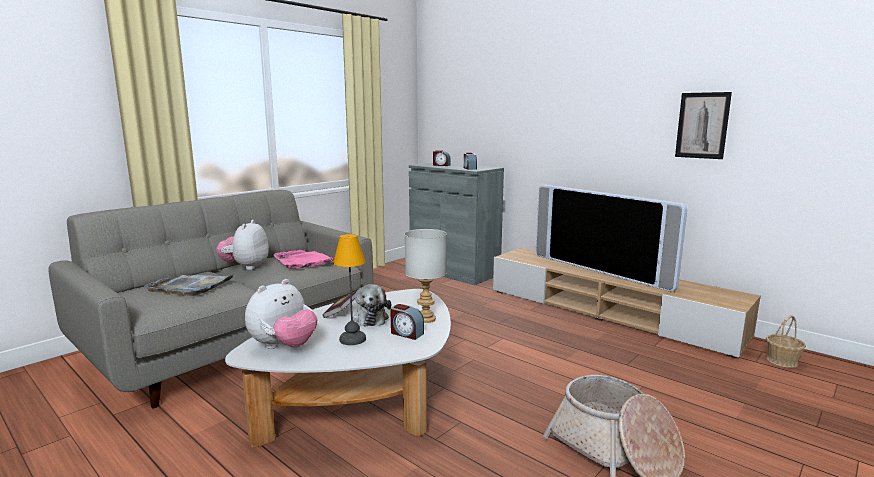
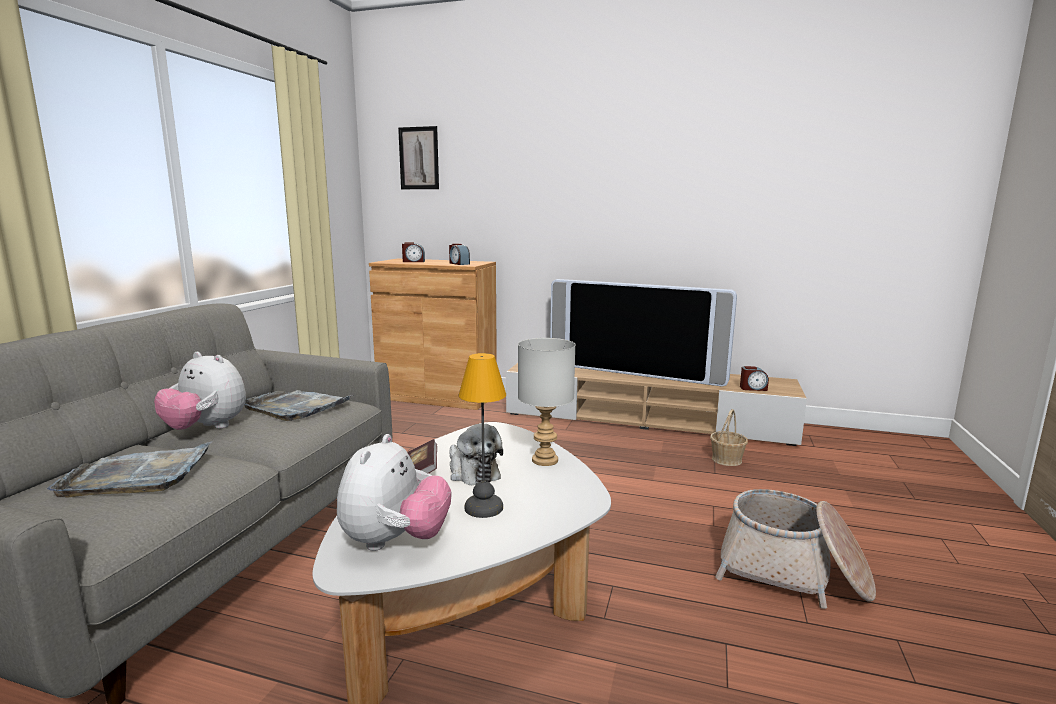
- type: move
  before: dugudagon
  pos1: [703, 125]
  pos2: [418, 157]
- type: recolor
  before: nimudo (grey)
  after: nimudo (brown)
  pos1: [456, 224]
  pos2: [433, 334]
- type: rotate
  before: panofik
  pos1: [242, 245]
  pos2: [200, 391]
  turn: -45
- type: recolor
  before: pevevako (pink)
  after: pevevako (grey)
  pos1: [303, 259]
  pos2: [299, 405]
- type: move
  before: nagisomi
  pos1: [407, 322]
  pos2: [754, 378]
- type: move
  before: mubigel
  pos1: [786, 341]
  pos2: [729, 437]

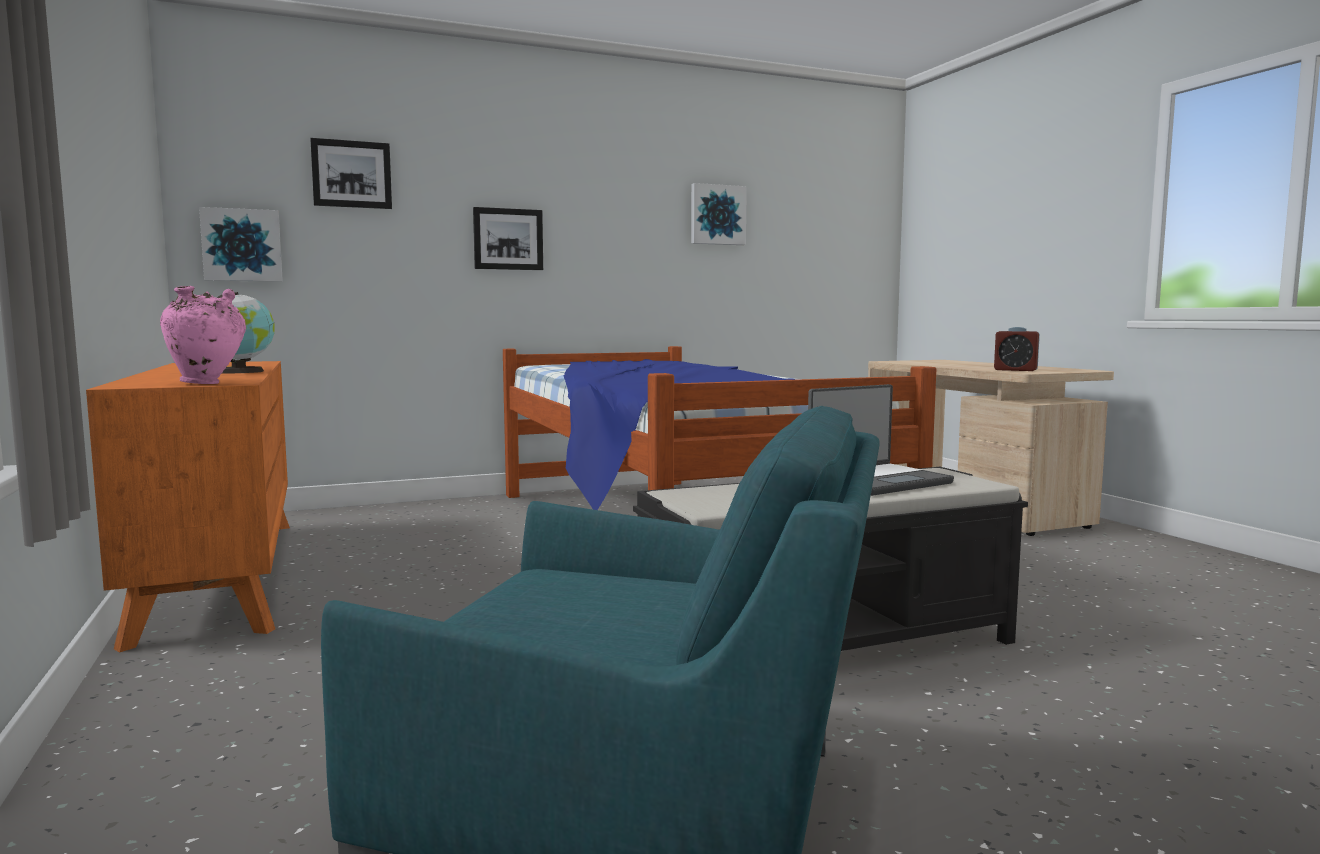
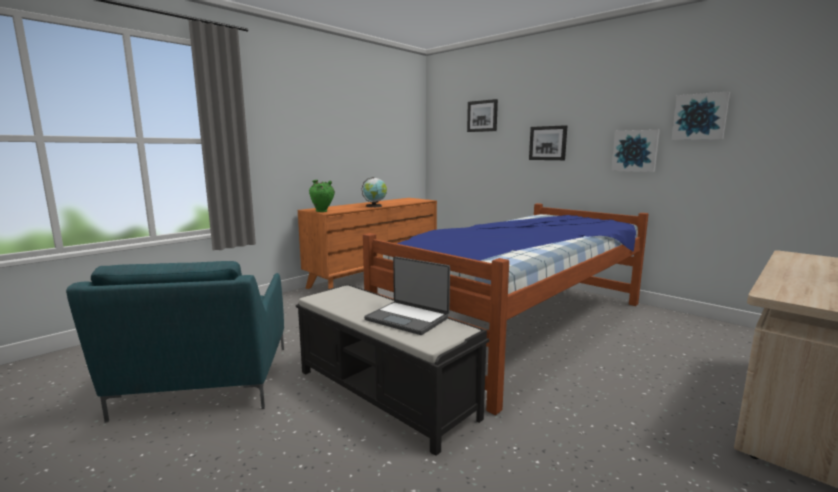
- type: move
  before: dugudagon
  pos1: [241, 244]
  pos2: [635, 151]
- type: recolor
  before: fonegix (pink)
  after: fonegix (green)
  pos1: [203, 335]
  pos2: [322, 196]
- type: delete
  before: nagisomi
  pos1: [1017, 349]

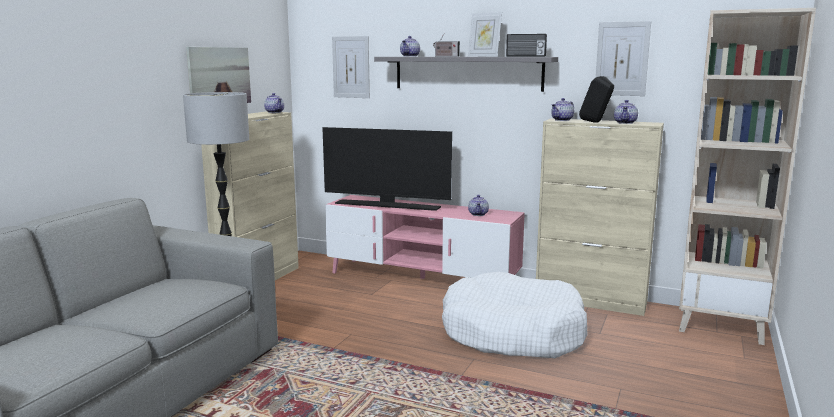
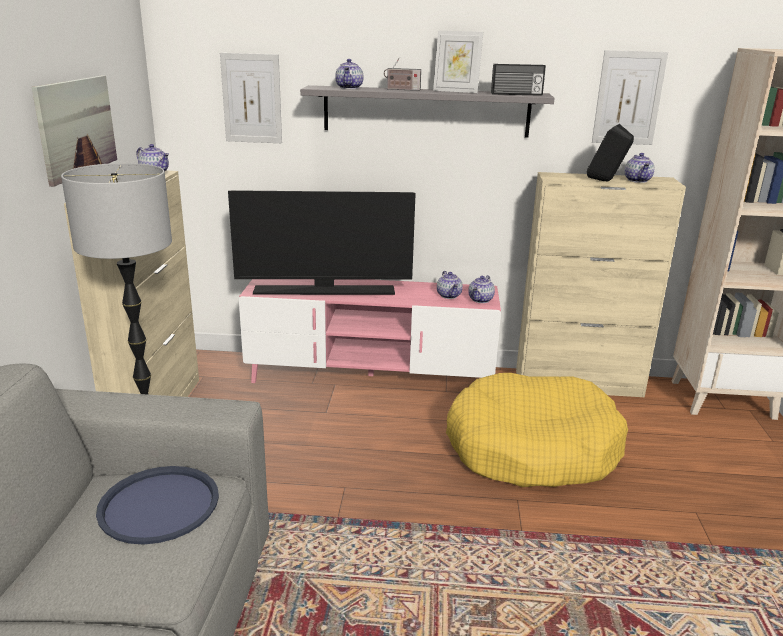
- type: move
  before: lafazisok
  pos1: [562, 109]
  pos2: [481, 289]
- type: recolor
  before: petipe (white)
  after: petipe (yellow)
  pos1: [514, 315]
  pos2: [537, 430]
- type: insert
  after: pevevako (blue)
  pos2: [157, 505]

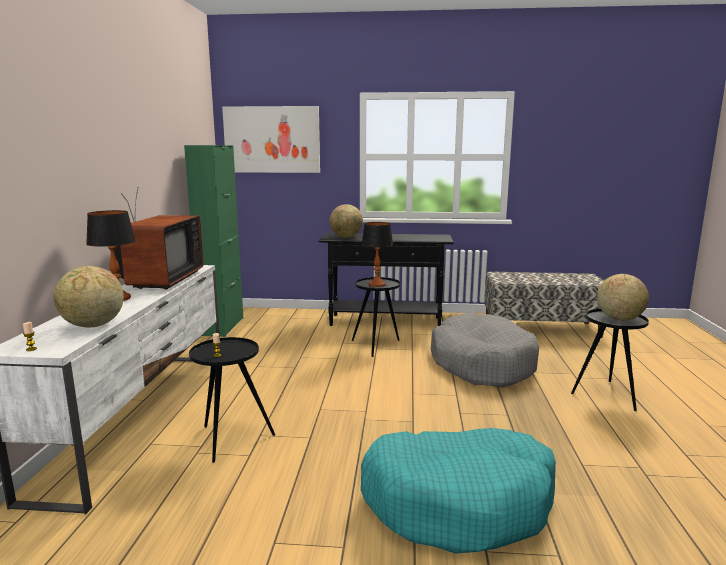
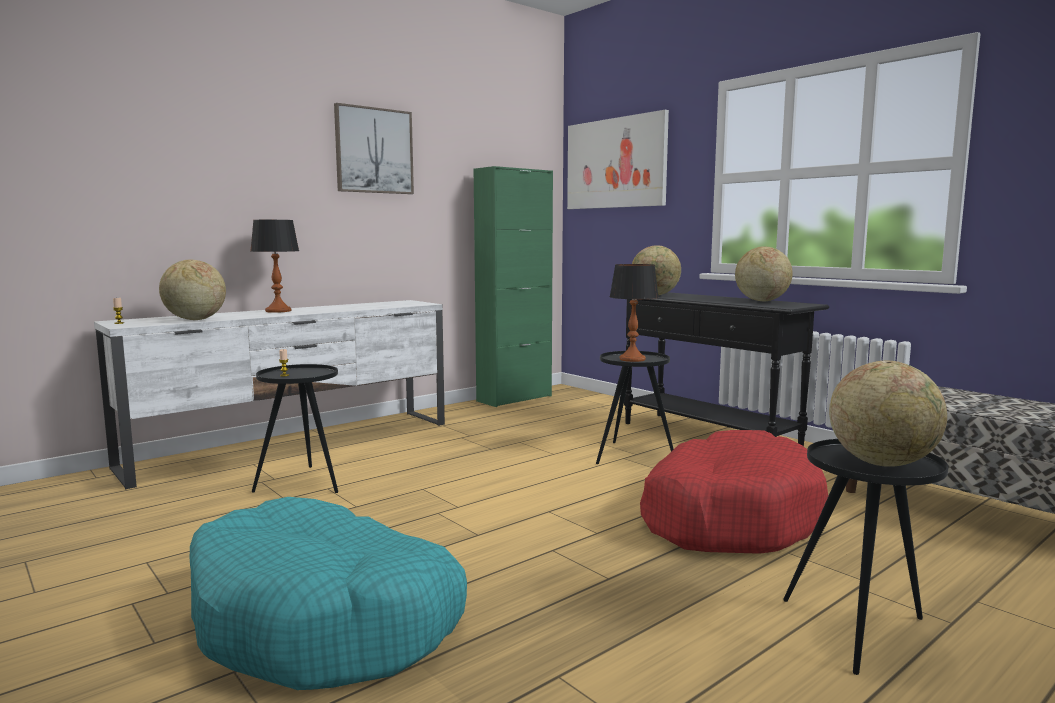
- type: delete
  before: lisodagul
  pos1: [159, 238]
- type: recolor
  before: petipe (grey)
  after: petipe (red)
  pos1: [485, 350]
  pos2: [734, 492]
- type: insert
  after: dugudagon
  pos2: [374, 148]
- type: insert
  after: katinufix
  pos2: [764, 273]

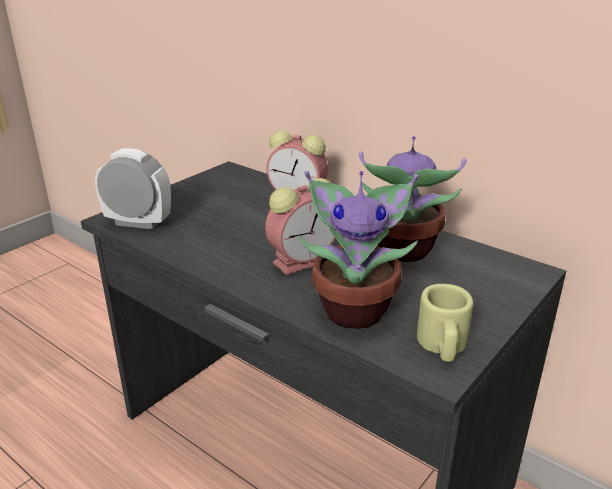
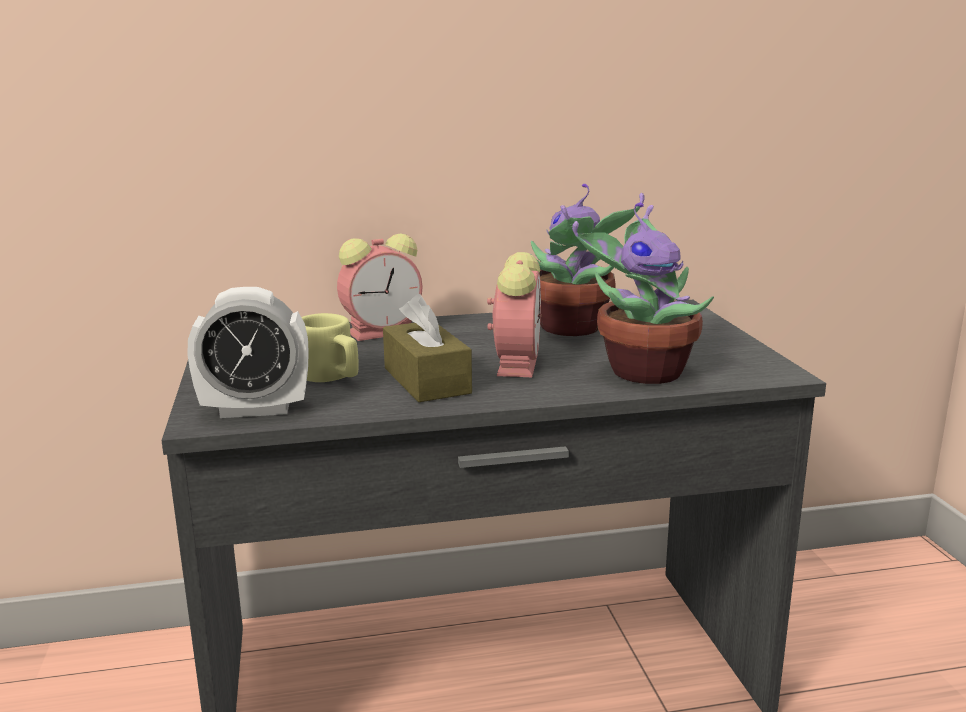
- type: rotate
  before: nagisomi
  pos1: [133, 188]
  pos2: [248, 352]
  turn: -150
- type: move
  before: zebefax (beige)
  pos1: [445, 323]
  pos2: [330, 347]
- type: insert
  after: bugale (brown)
  pos2: [427, 348]

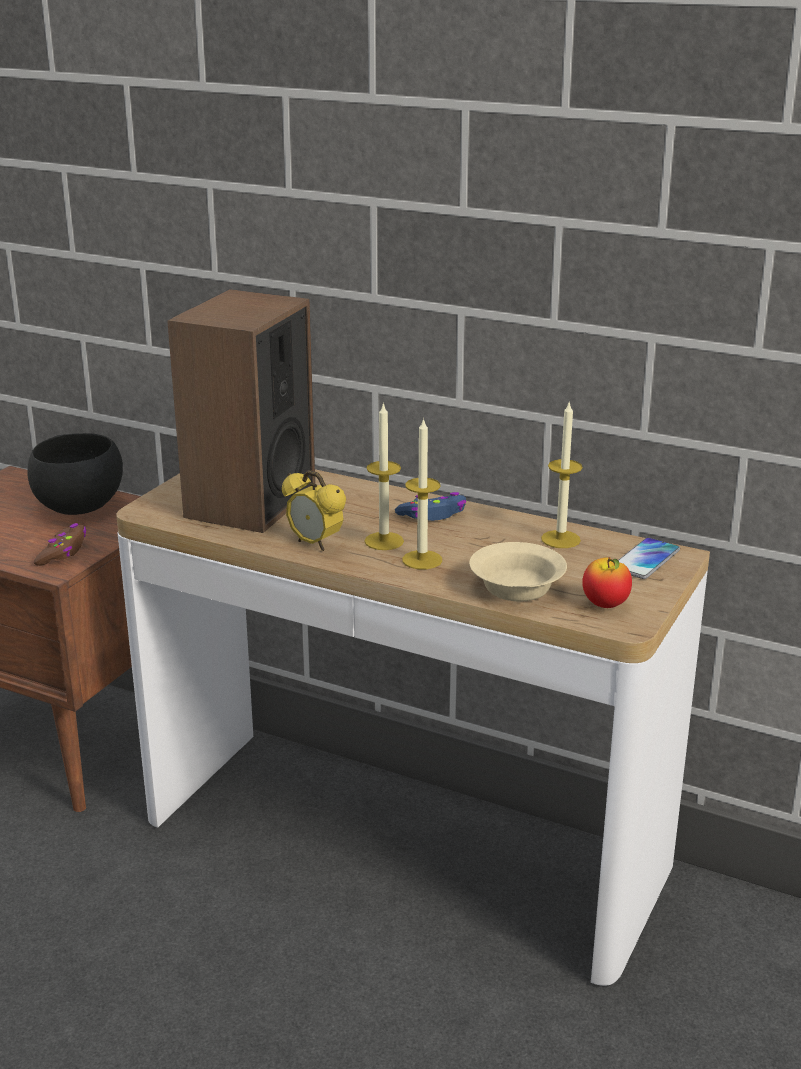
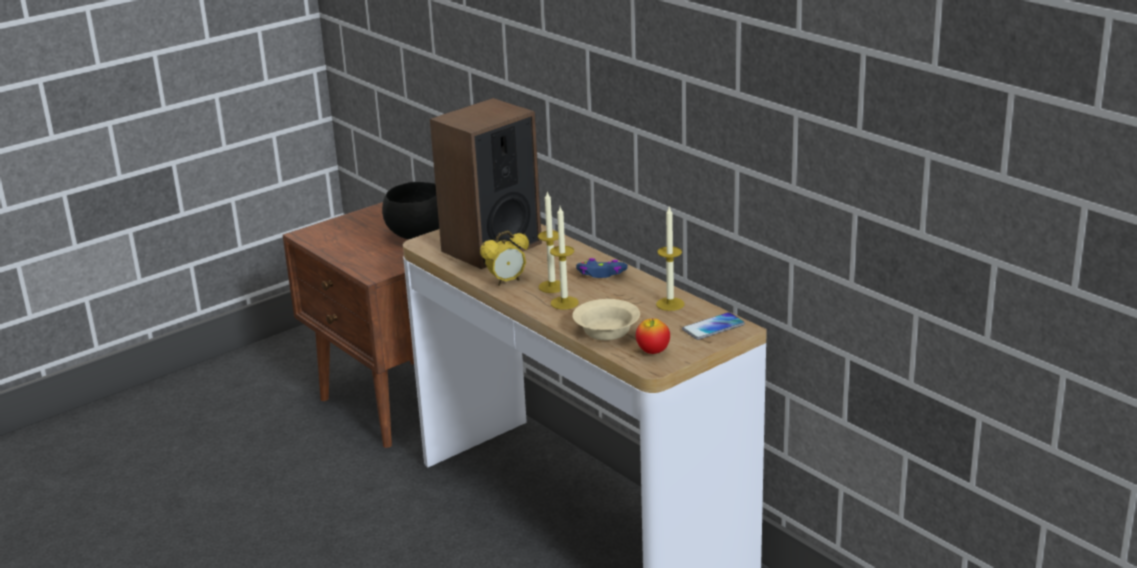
- type: rotate
  before: nagisomi
  pos1: [314, 510]
  pos2: [504, 258]
  turn: -90
- type: delete
  before: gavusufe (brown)
  pos1: [60, 544]

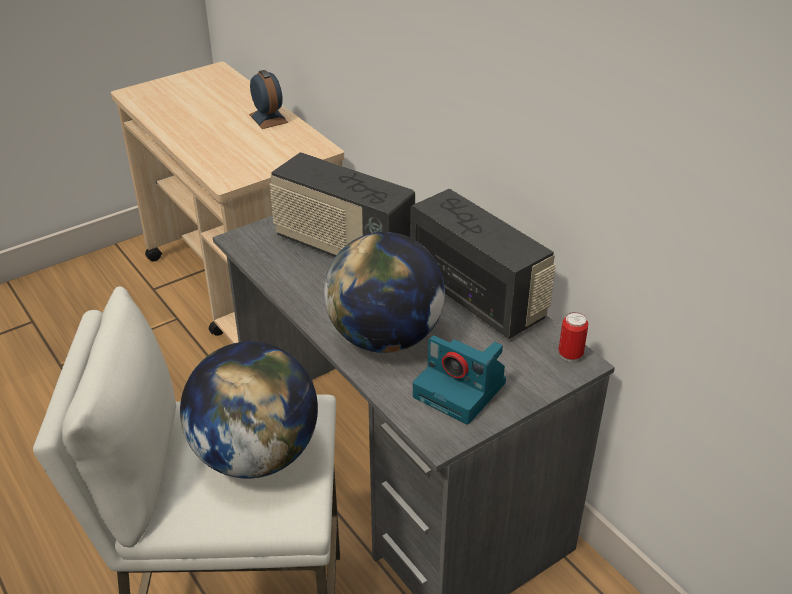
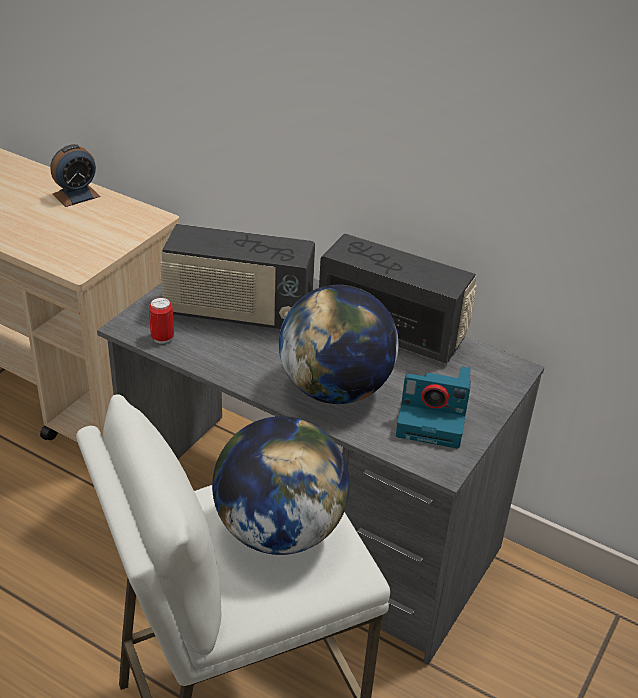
- type: rotate
  before: nagisomi
  pos1: [268, 99]
  pos2: [75, 175]
  turn: 105
- type: move
  before: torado
  pos1: [573, 337]
  pos2: [161, 320]

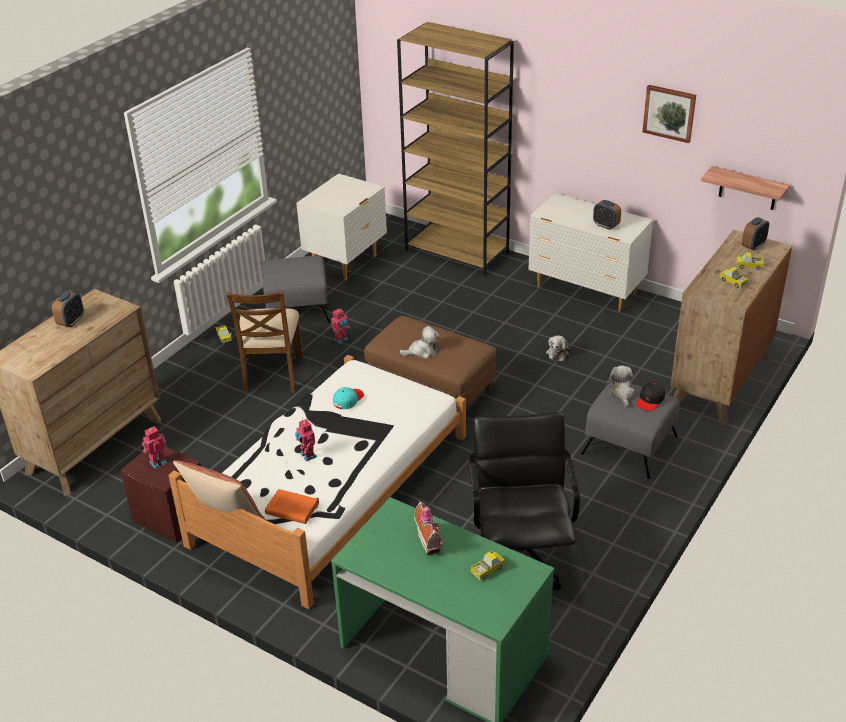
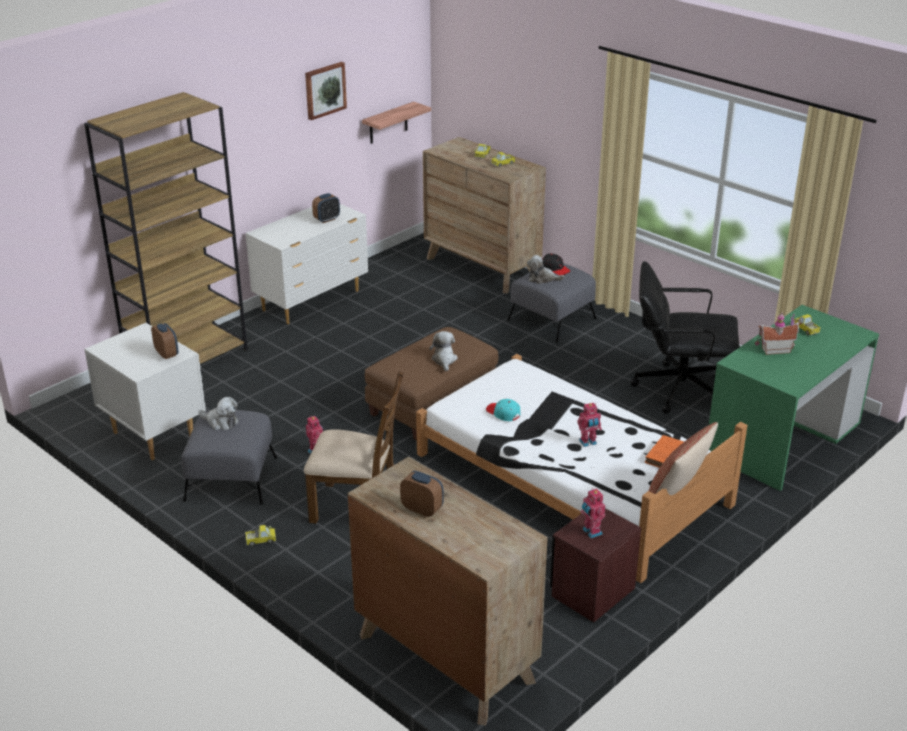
- type: move
  before: nagisomi
  pos1: [755, 234]
  pos2: [165, 341]
- type: move
  before: panofik
  pos1: [558, 348]
  pos2: [218, 413]

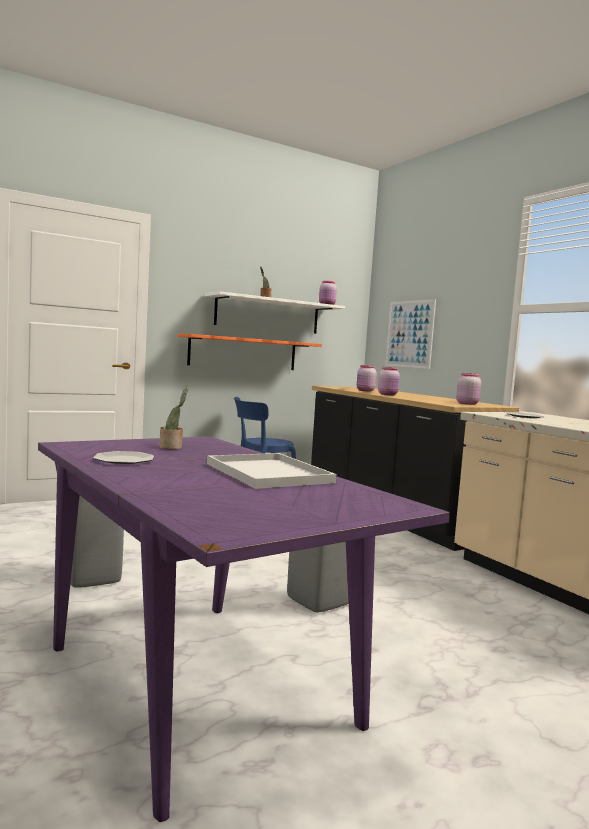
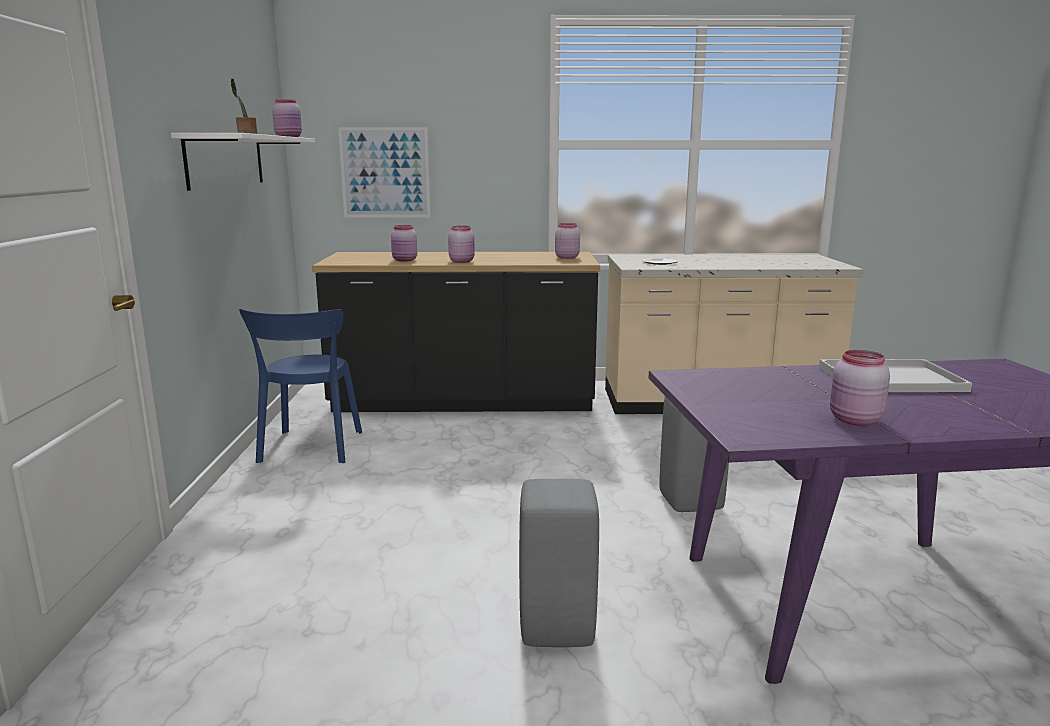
- type: delete
  before: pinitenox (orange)
  pos1: [250, 352]
- type: delete
  before: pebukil
  pos1: [173, 417]
- type: replace
  before: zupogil
  after: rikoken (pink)
  pos1: [123, 457]
  pos2: [860, 388]

